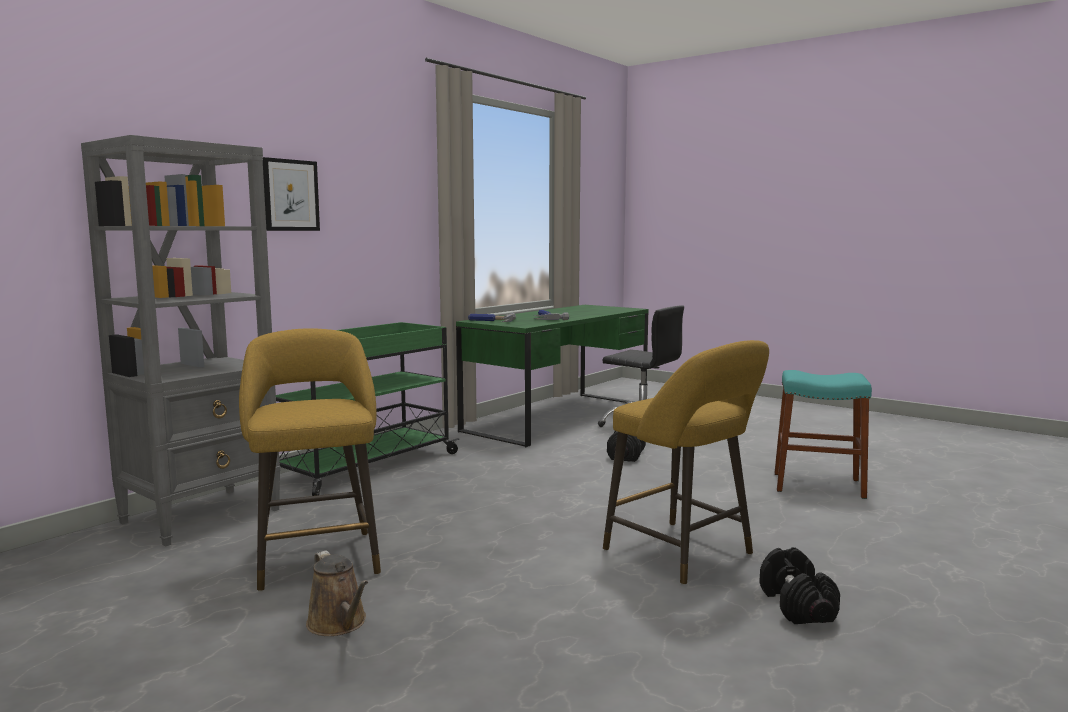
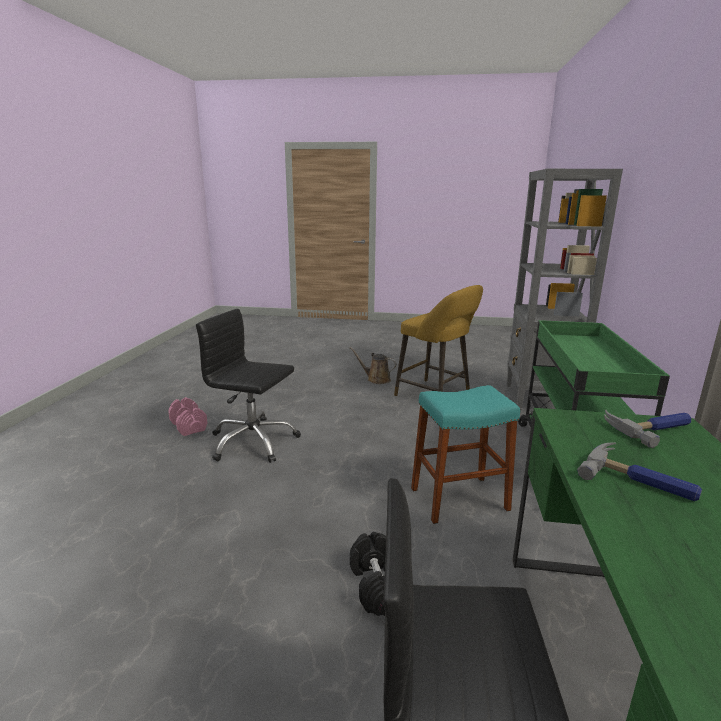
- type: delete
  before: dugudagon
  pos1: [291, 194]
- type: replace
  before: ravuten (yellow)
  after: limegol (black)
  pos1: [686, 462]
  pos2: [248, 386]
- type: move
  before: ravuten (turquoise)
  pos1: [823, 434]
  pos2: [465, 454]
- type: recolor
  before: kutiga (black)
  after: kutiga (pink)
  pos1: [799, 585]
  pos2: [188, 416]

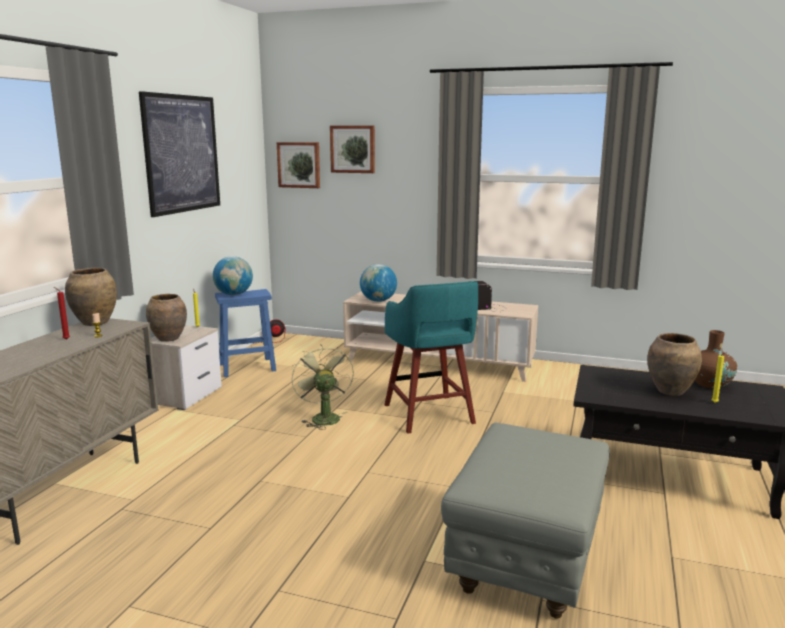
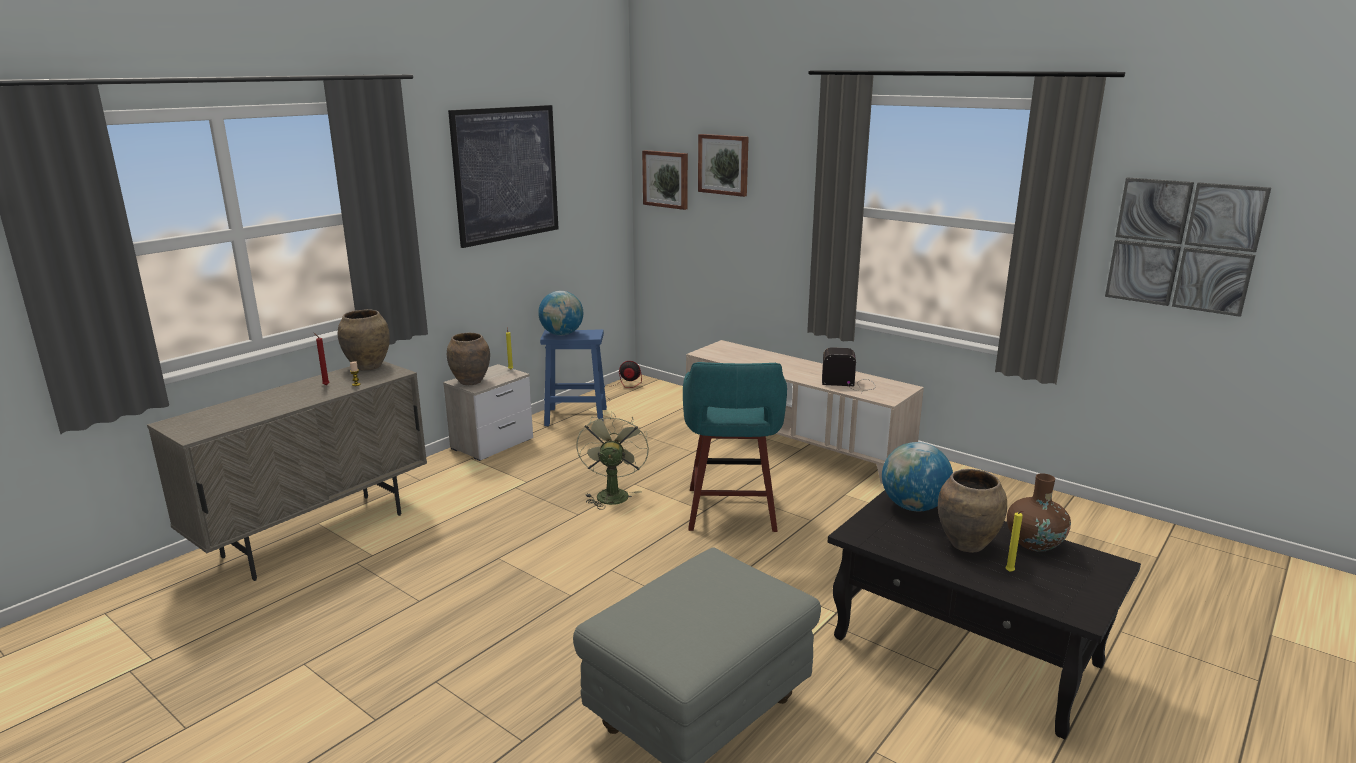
- type: move
  before: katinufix
  pos1: [378, 283]
  pos2: [917, 476]
- type: insert
  after: dugudagon
  pos2: [1188, 247]

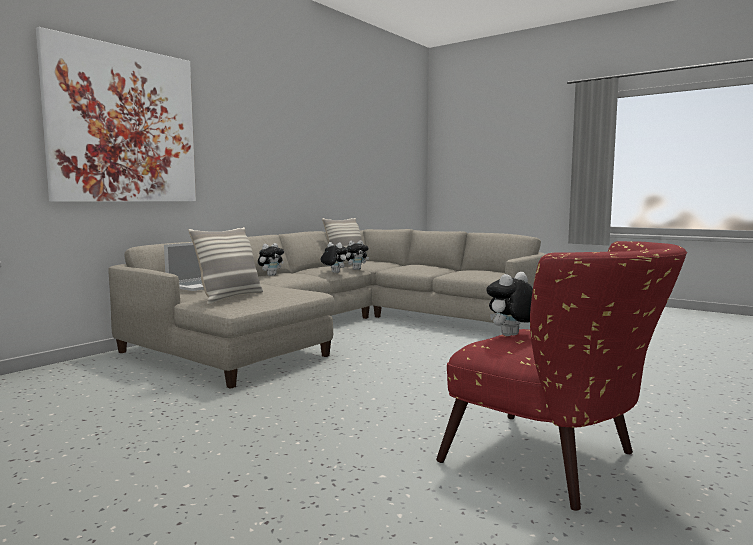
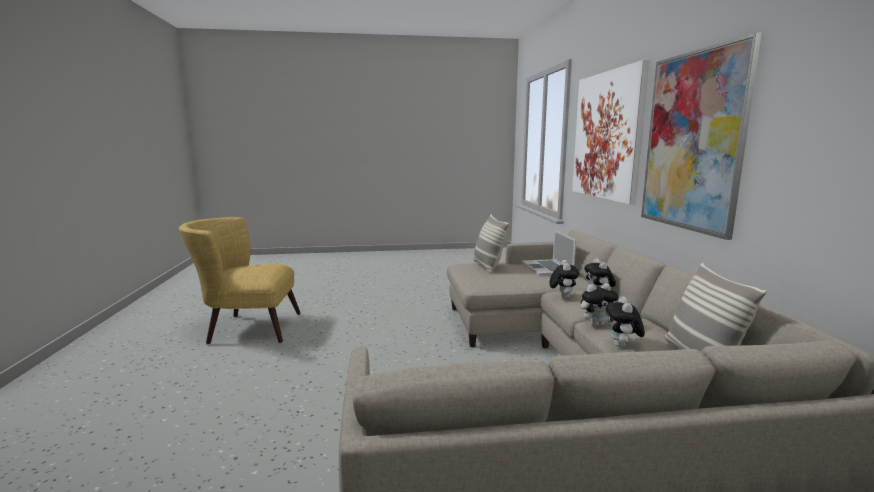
- type: recolor
  before: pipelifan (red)
  after: pipelifan (yellow)
  pos1: [561, 376]
  pos2: [240, 280]
- type: move
  before: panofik
  pos1: [509, 304]
  pos2: [564, 279]
- type: insert
  after: dugudagon
  pos2: [701, 136]

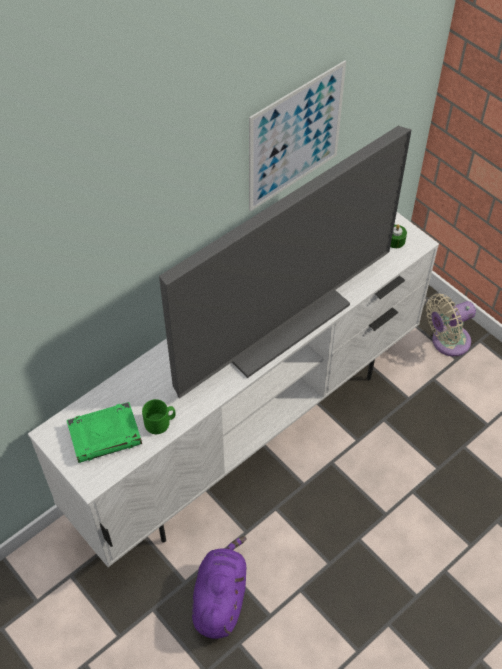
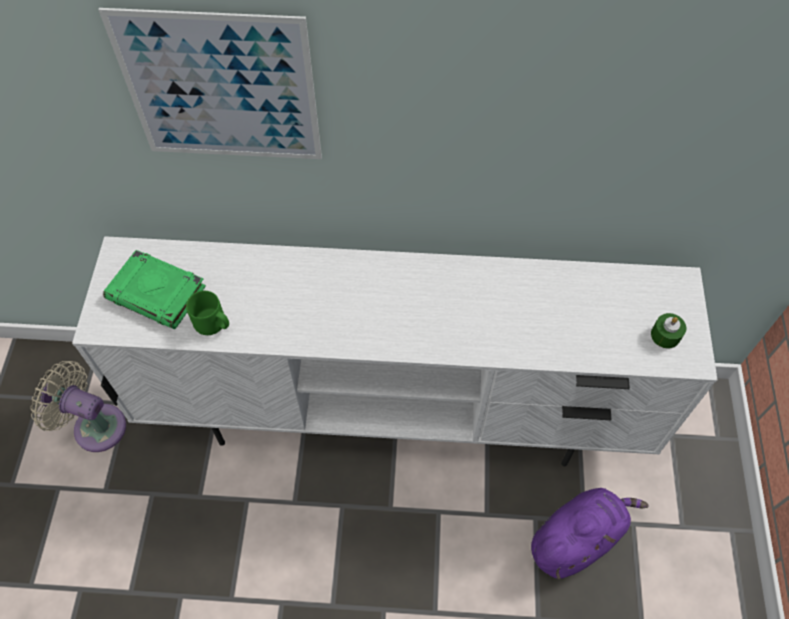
- type: move
  before: dugudagon
  pos1: [297, 135]
  pos2: [210, 83]
- type: delete
  before: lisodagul
  pos1: [285, 262]
- type: move
  before: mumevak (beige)
  pos1: [451, 324]
  pos2: [78, 406]
- type: move
  before: panofik (purple)
  pos1: [219, 587]
  pos2: [589, 533]

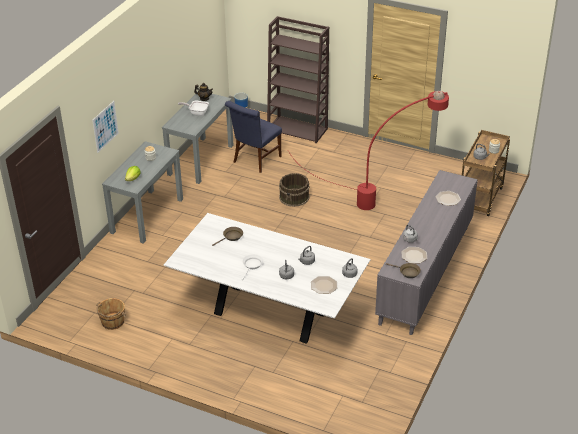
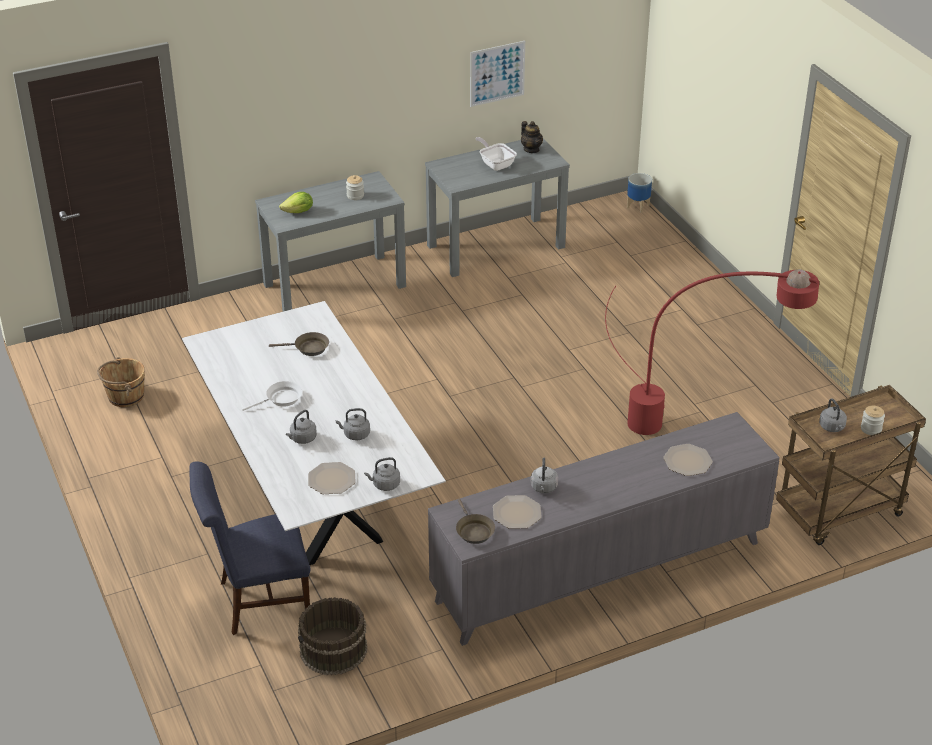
- type: delete
  before: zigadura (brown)
  pos1: [298, 79]
- type: move
  before: dugudagon
  pos1: [105, 127]
  pos2: [497, 74]
- type: move
  before: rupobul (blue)
  pos1: [253, 137]
  pos2: [250, 548]
- type: move
  before: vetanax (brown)
  pos1: [294, 190]
  pos2: [332, 636]

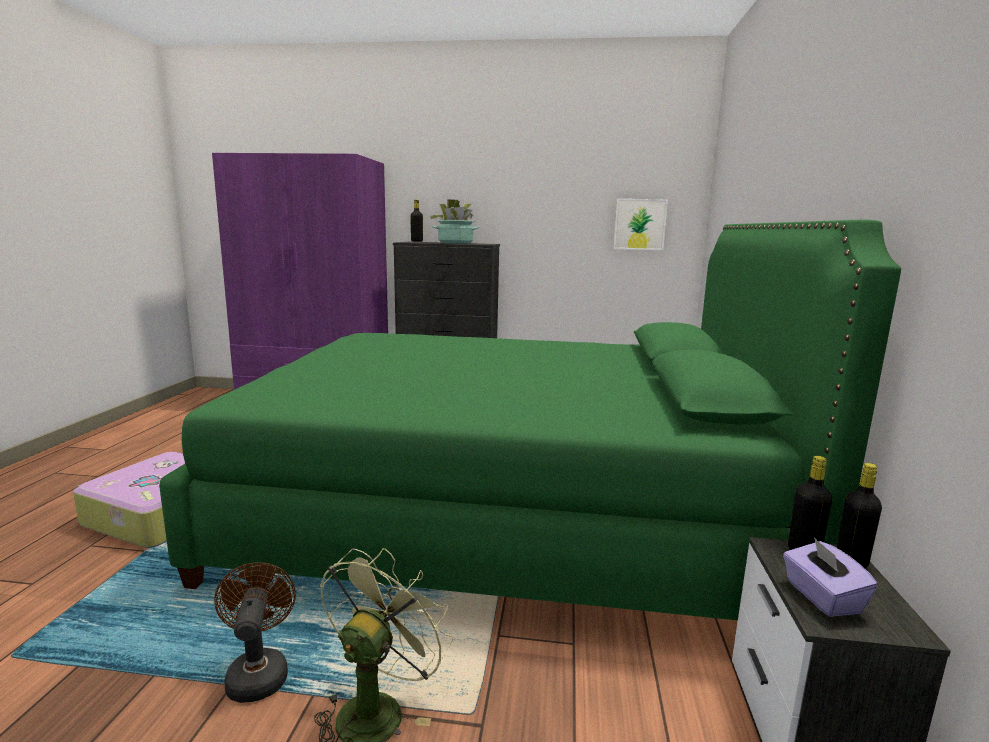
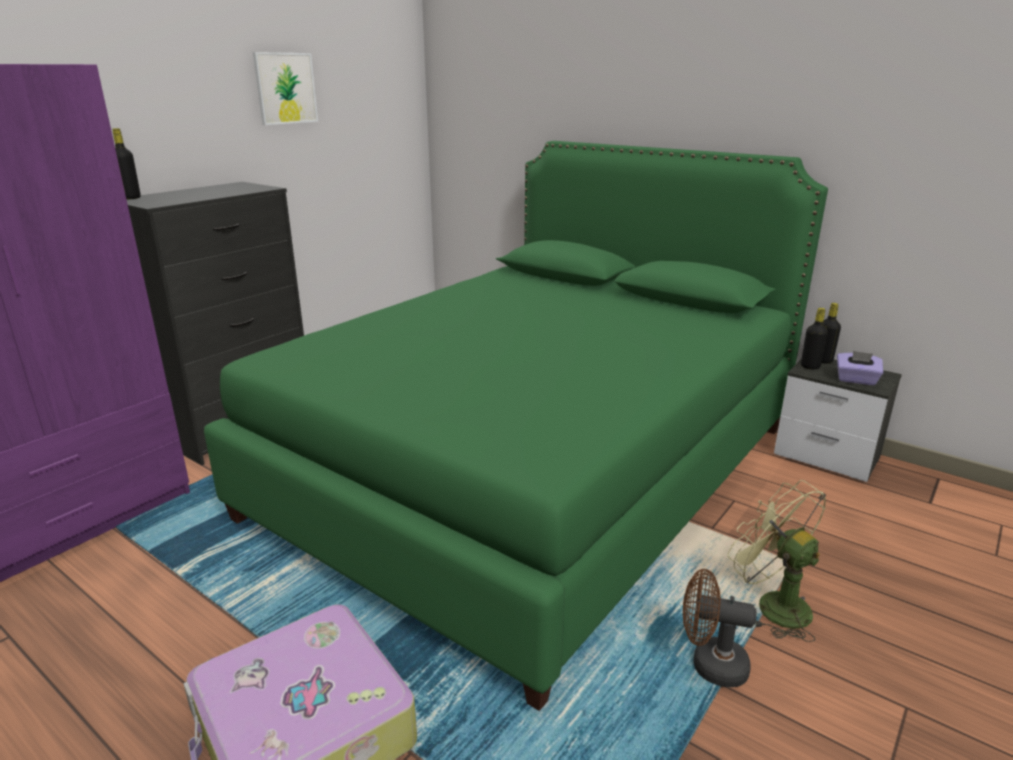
- type: delete
  before: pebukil
  pos1: [454, 221]
- type: move
  before: dugudagon
  pos1: [640, 224]
  pos2: [285, 88]

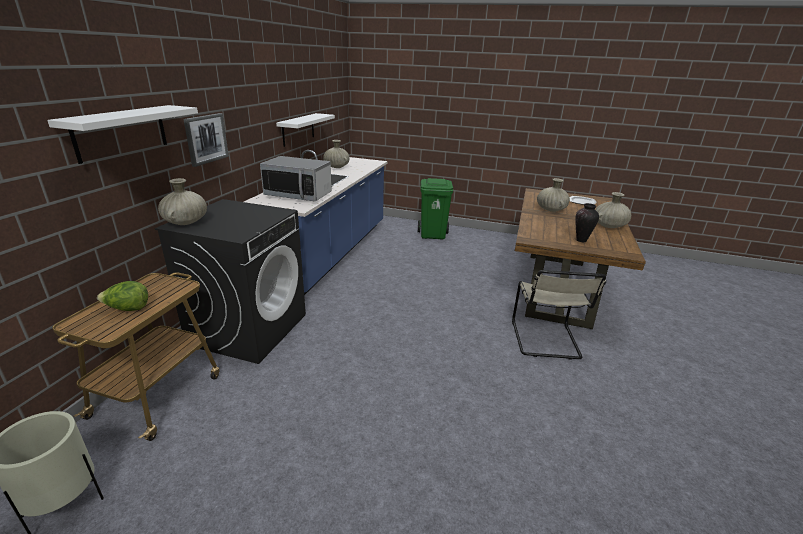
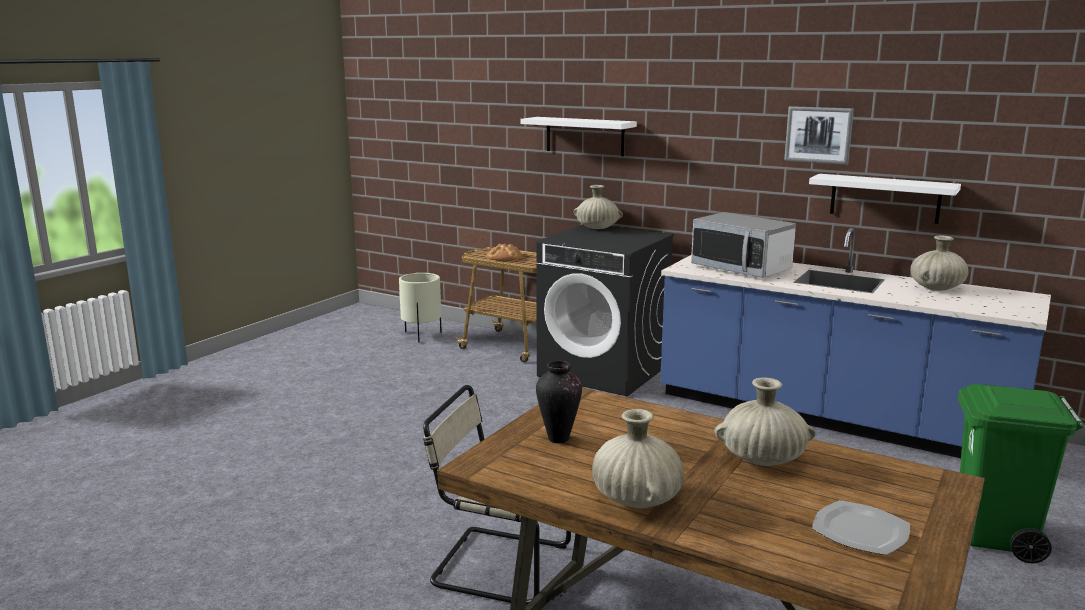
- type: move
  before: dugudagon
  pos1: [206, 140]
  pos2: [819, 135]
- type: rotate
  before: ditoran
  pos1: [296, 178]
  pos2: [743, 245]
  turn: -75
- type: replace
  before: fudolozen
  after: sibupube
  pos1: [122, 296]
  pos2: [504, 252]

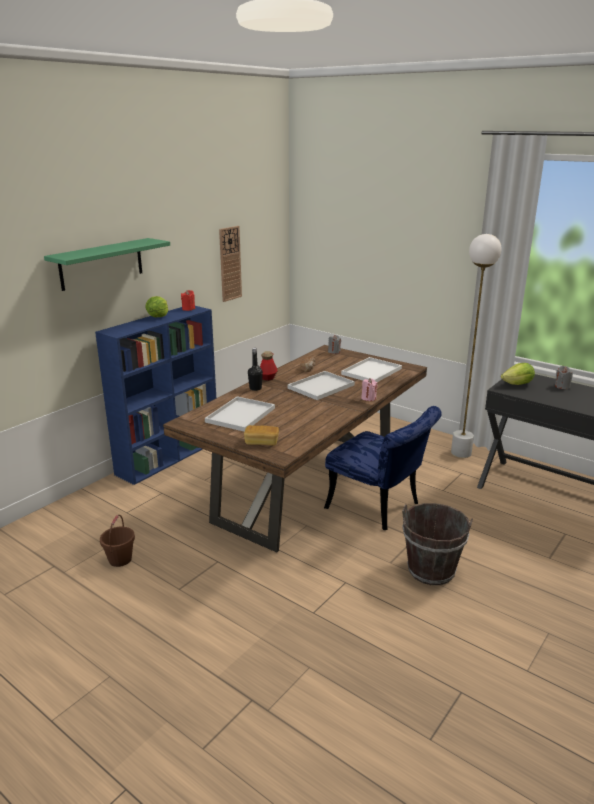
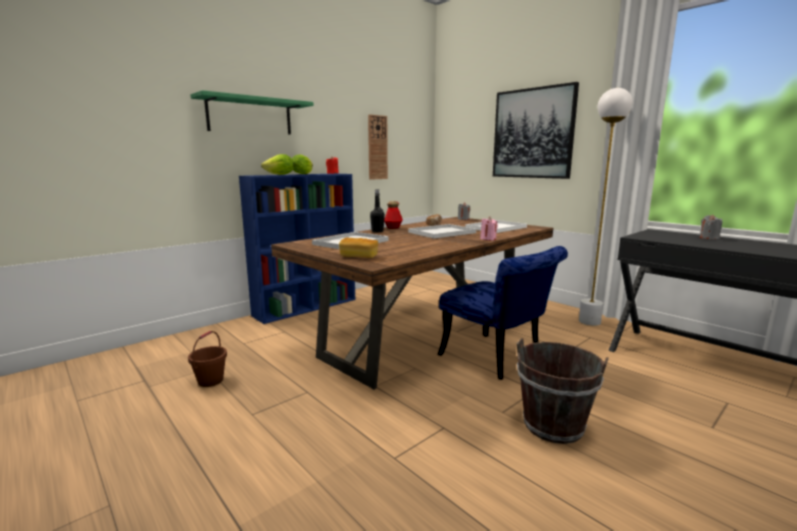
- type: move
  before: fudolozen
  pos1: [518, 374]
  pos2: [277, 164]
- type: insert
  after: dugudagon
  pos2: [536, 130]

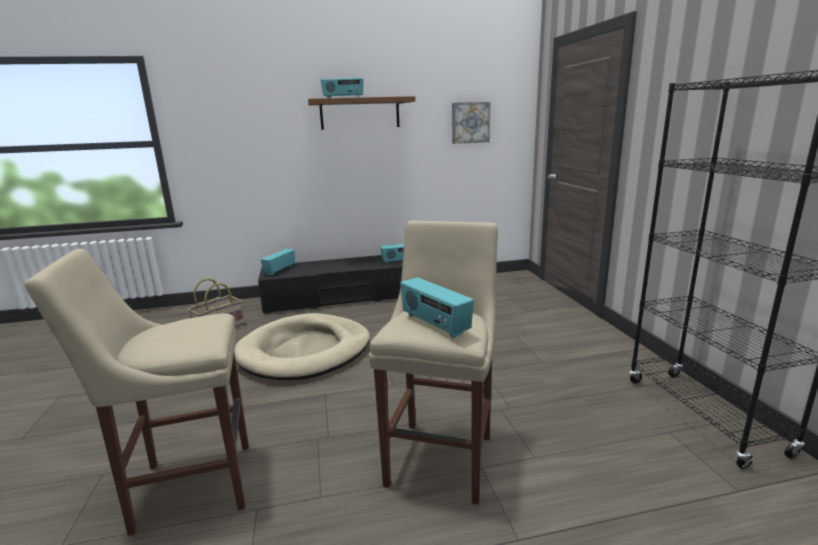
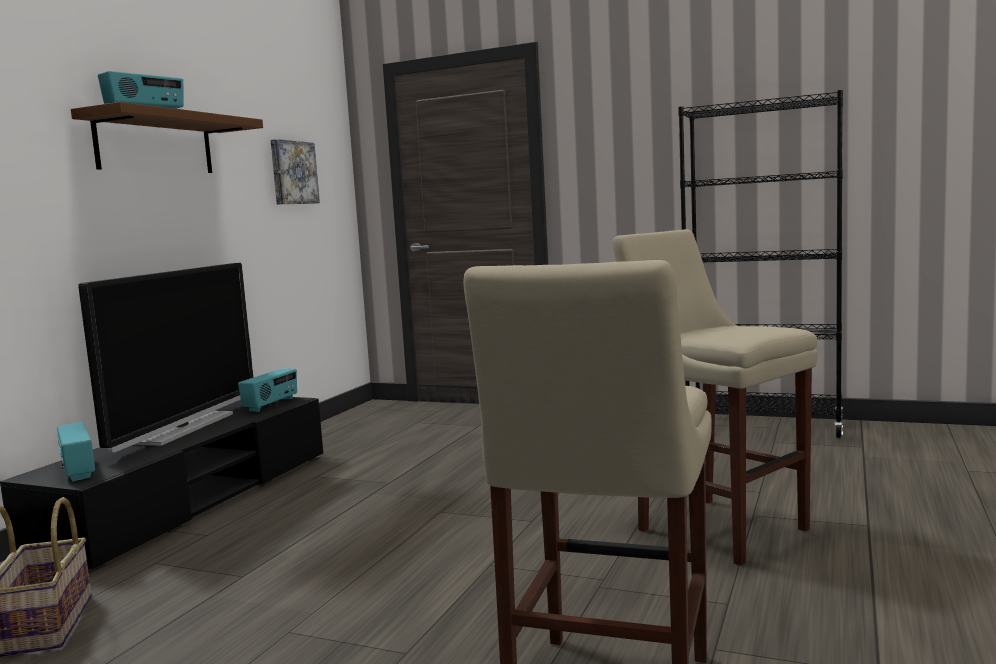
- type: delete
  before: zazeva
  pos1: [437, 308]
- type: delete
  before: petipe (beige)
  pos1: [302, 346]
- type: insert
  after: lisodagul
  pos2: [166, 358]

